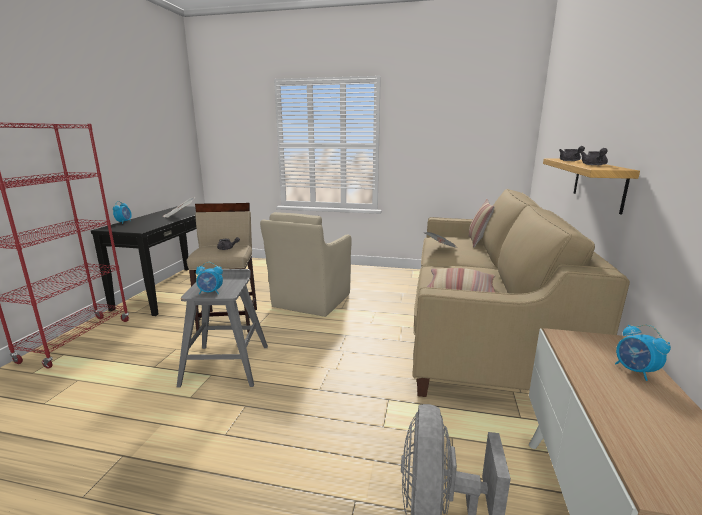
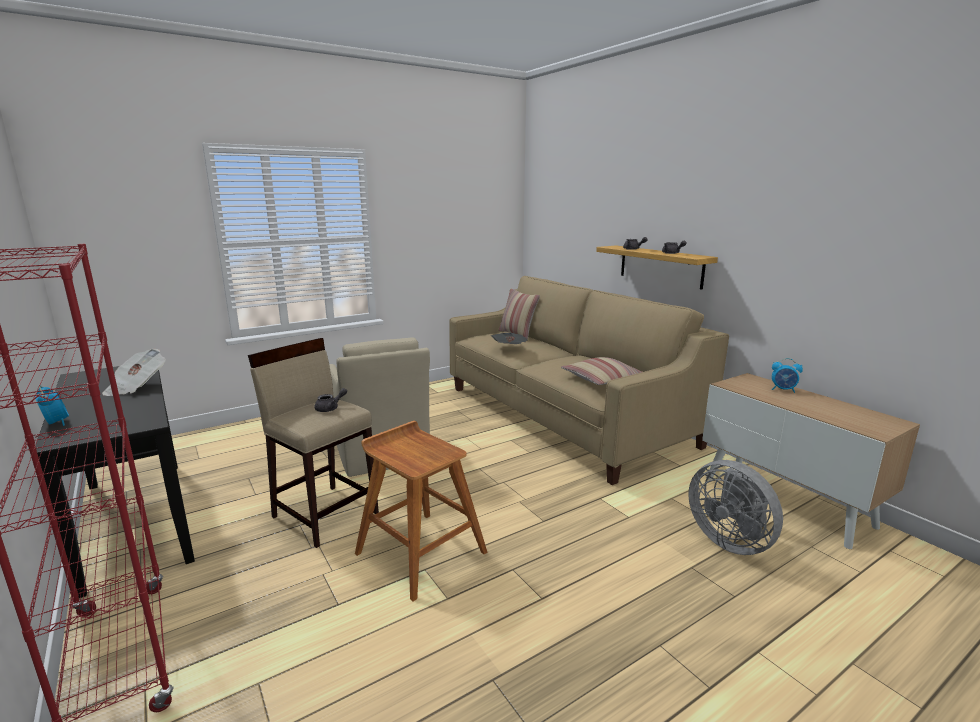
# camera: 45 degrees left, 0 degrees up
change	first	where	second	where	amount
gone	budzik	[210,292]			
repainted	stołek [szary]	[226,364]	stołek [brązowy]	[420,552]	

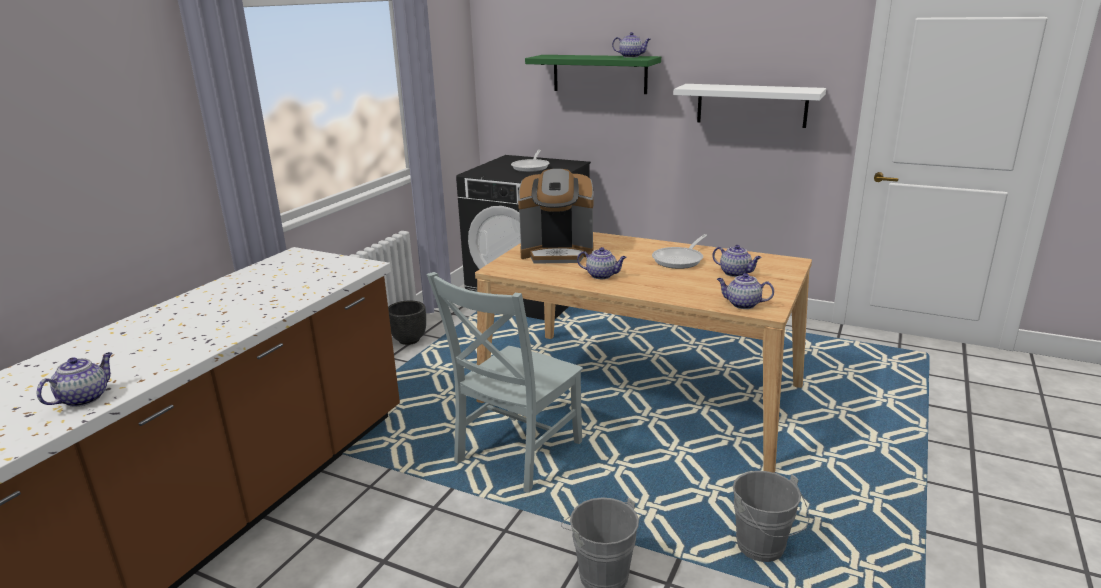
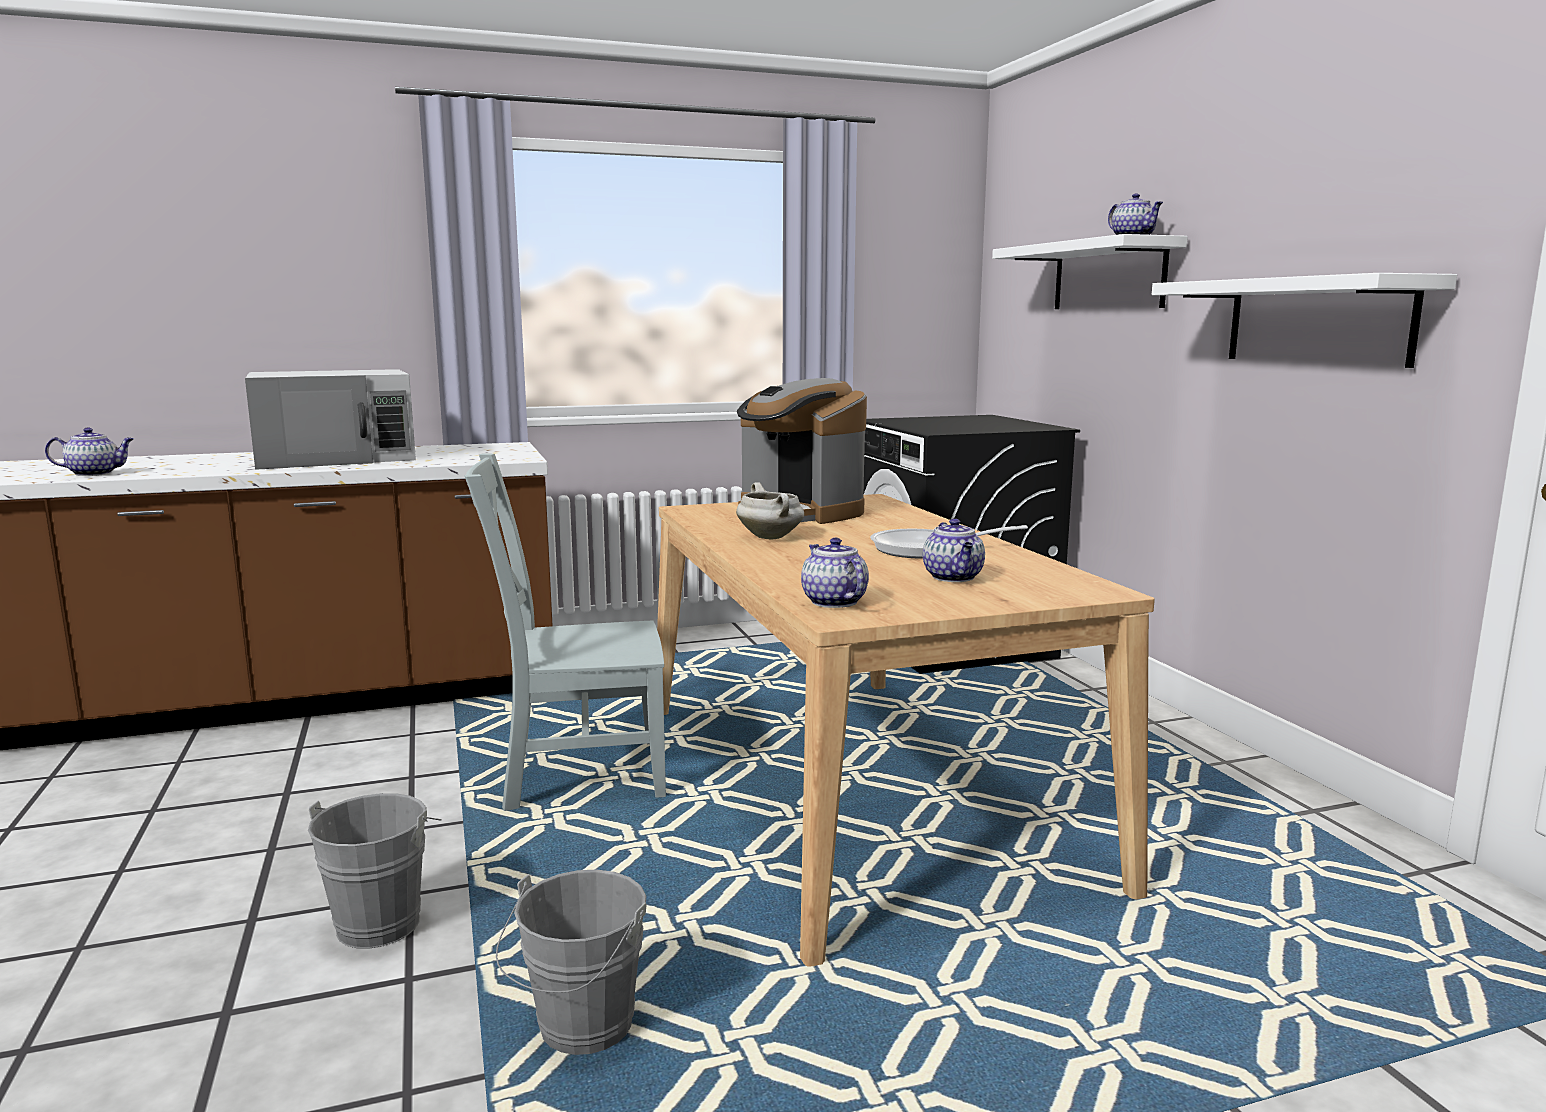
# camera: 45 degrees right, 10 degrees down
change	first	where	second	where	amount
gone	donica [czarny]	[409,340]			
gone	patelnia	[531,167]			
new			mikrofalówka [biały]	[337,457]	
swapped	imbryk	[602,275]	garnek [biały]	[771,537]	
repainted	półka [zielony]	[599,74]	półka [biały]	[1108,276]	

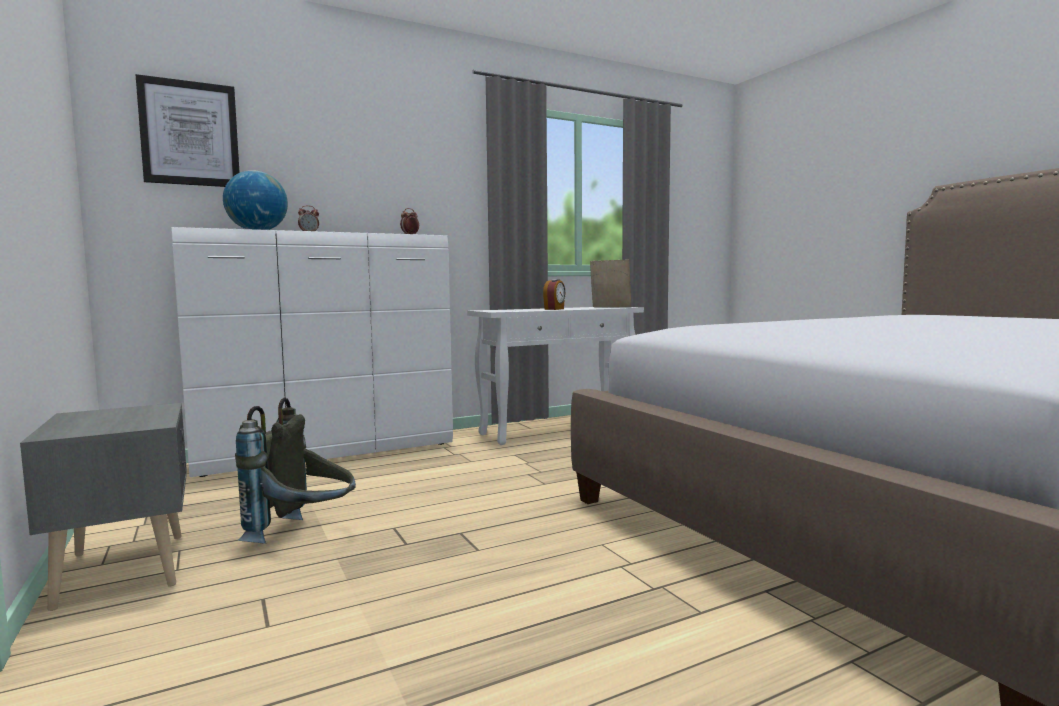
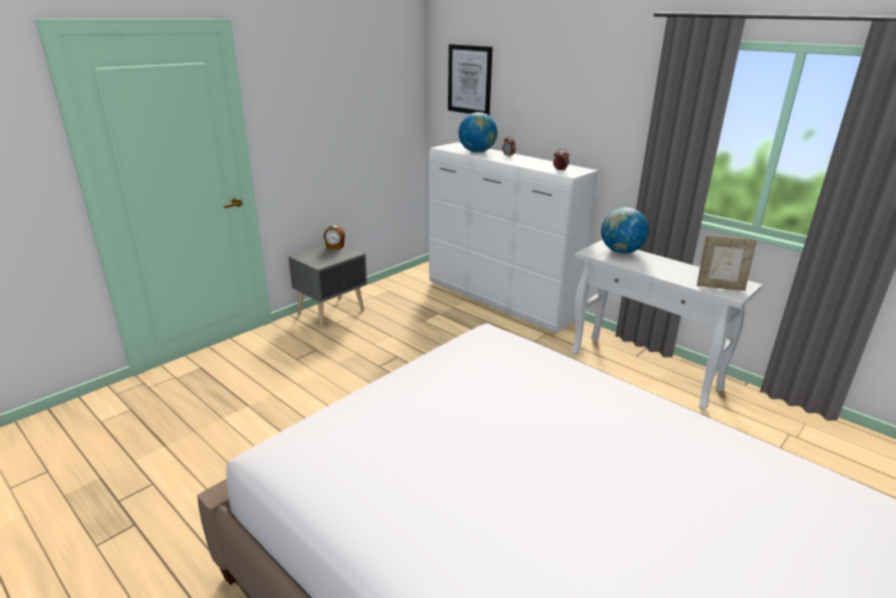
# camera: 70 degrees right, 20 degrees up
change	first	where	second	where	amount
gone	plecak [szary]	[304,535]			
new			globus	[621,251]	
shifted	budzik	[554,309]		[335,247]	
rotated	ramka na zdjęcie	[610,307]		[720,287]	90 degrees clockwise

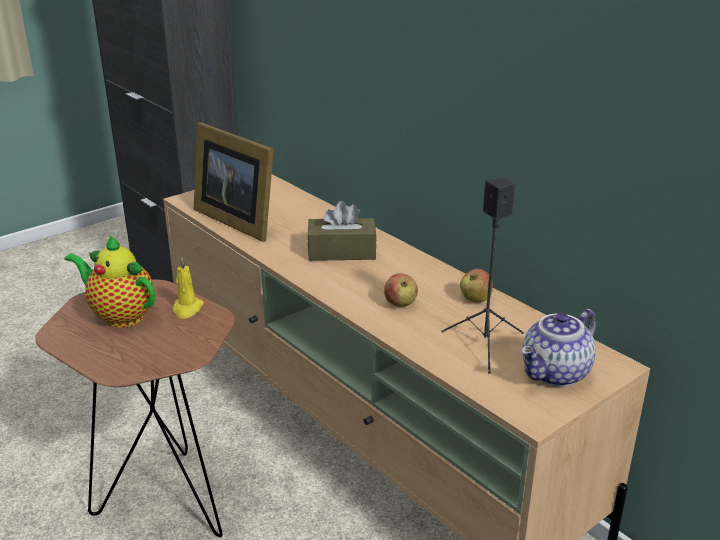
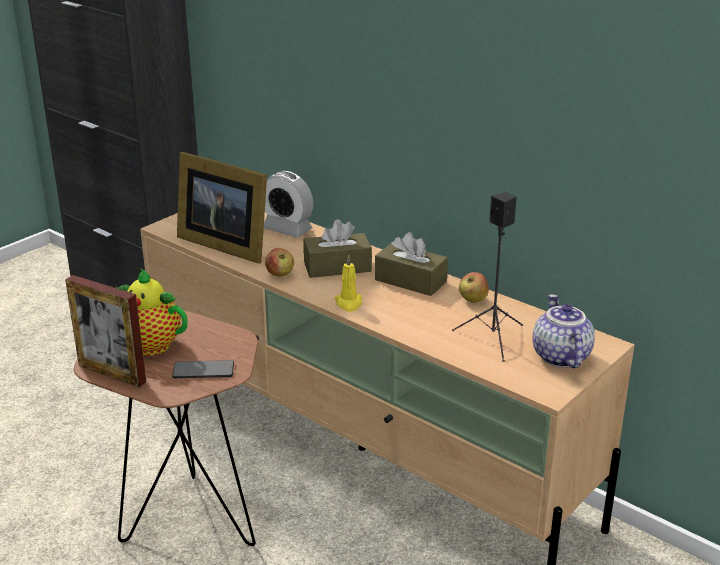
# camera: 10 degrees left, 0 degrees up
change	first	where	second	where	amount
new			ramka na zdjęcie	[112,373]	
new			telefon	[203,371]	
new			budzik	[287,229]	
new			pudełko chusteczek [brązowy]	[410,281]	
shifted	świeca [żółty]	[187,309]		[349,303]	
shifted	jabłko	[400,304]		[280,274]	
rotated	imbryk	[556,374]		[559,356]	135 degrees clockwise

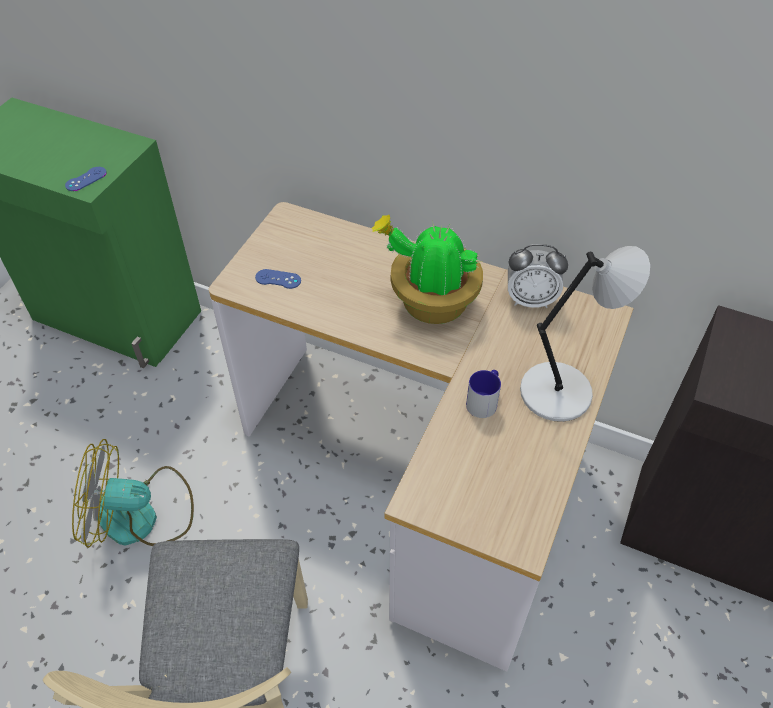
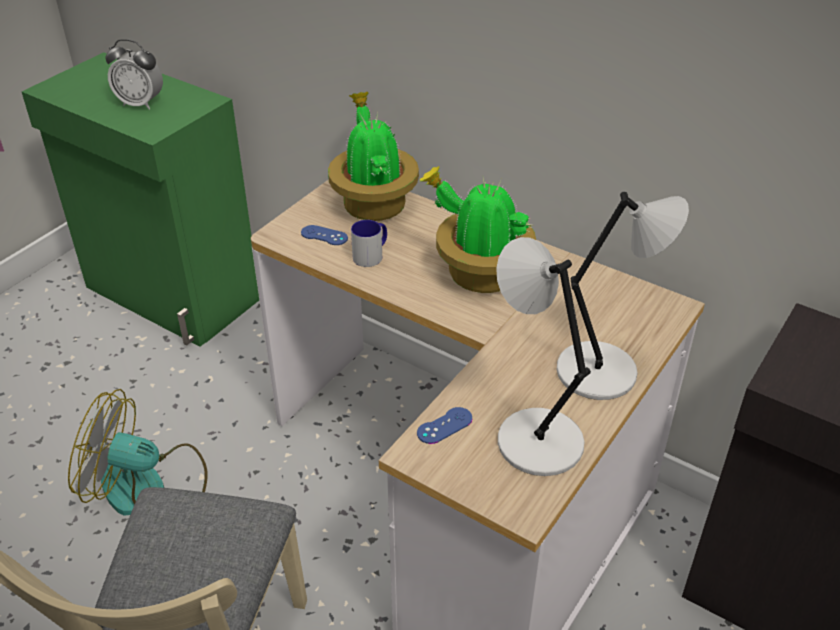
# camera: 10 degrees right, 10 degrees down
change	first	where	second	where	amount
new			roślina doniczkowa	[373,204]	
new			lampa stołowa [szary]	[535,440]	
shifted	pad do gier [niebieski]	[86,179]		[444,426]	
shifted	kubek	[484,401]		[371,255]	
shifted	budzik	[530,300]		[140,104]	

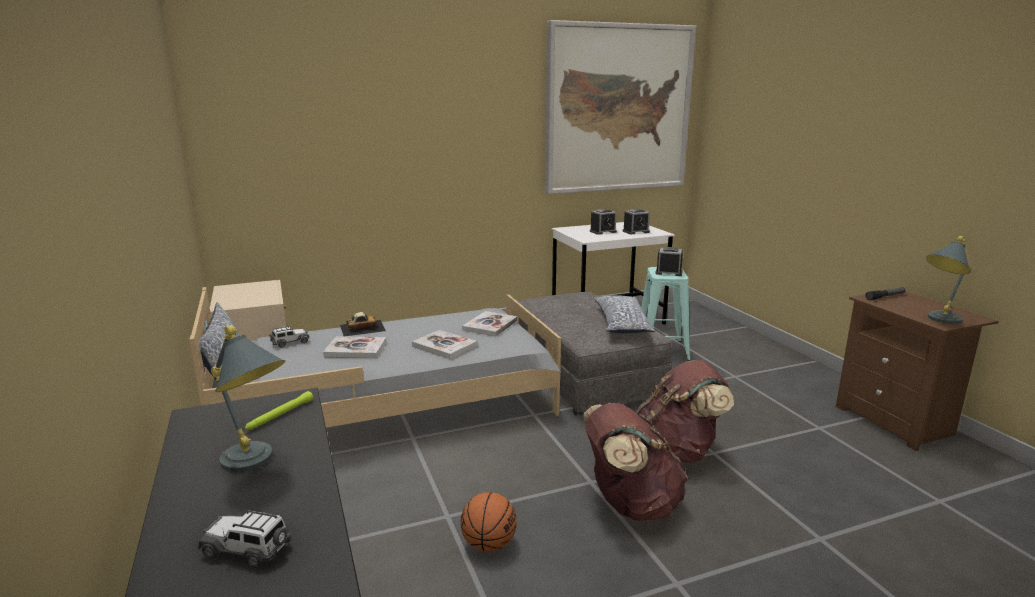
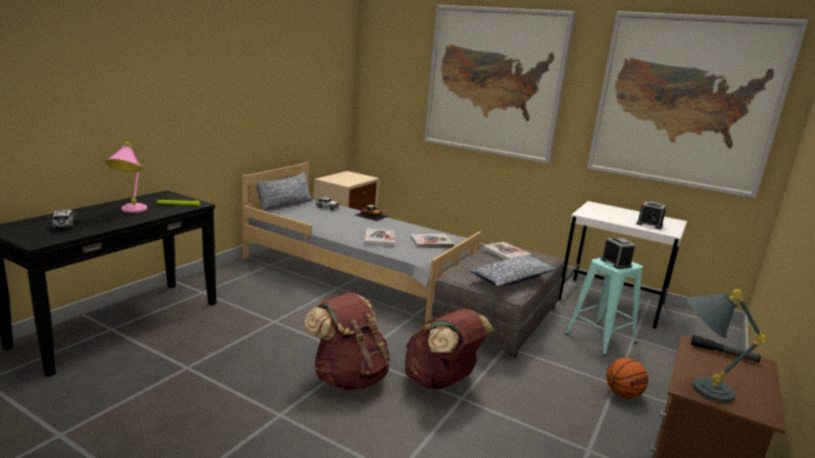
# camera: 50 degrees right, 0 degrees up
change	first	where	second	where	amount
gone	budzik	[603,232]			
new			obraz	[494,82]	
shifted	książka	[355,349]		[506,253]	
shifted	piłka do koszykówki	[488,544]		[622,394]	
repainted	lampa stołowa [szary]	[256,465]	lampa stołowa [różowy]	[129,211]	

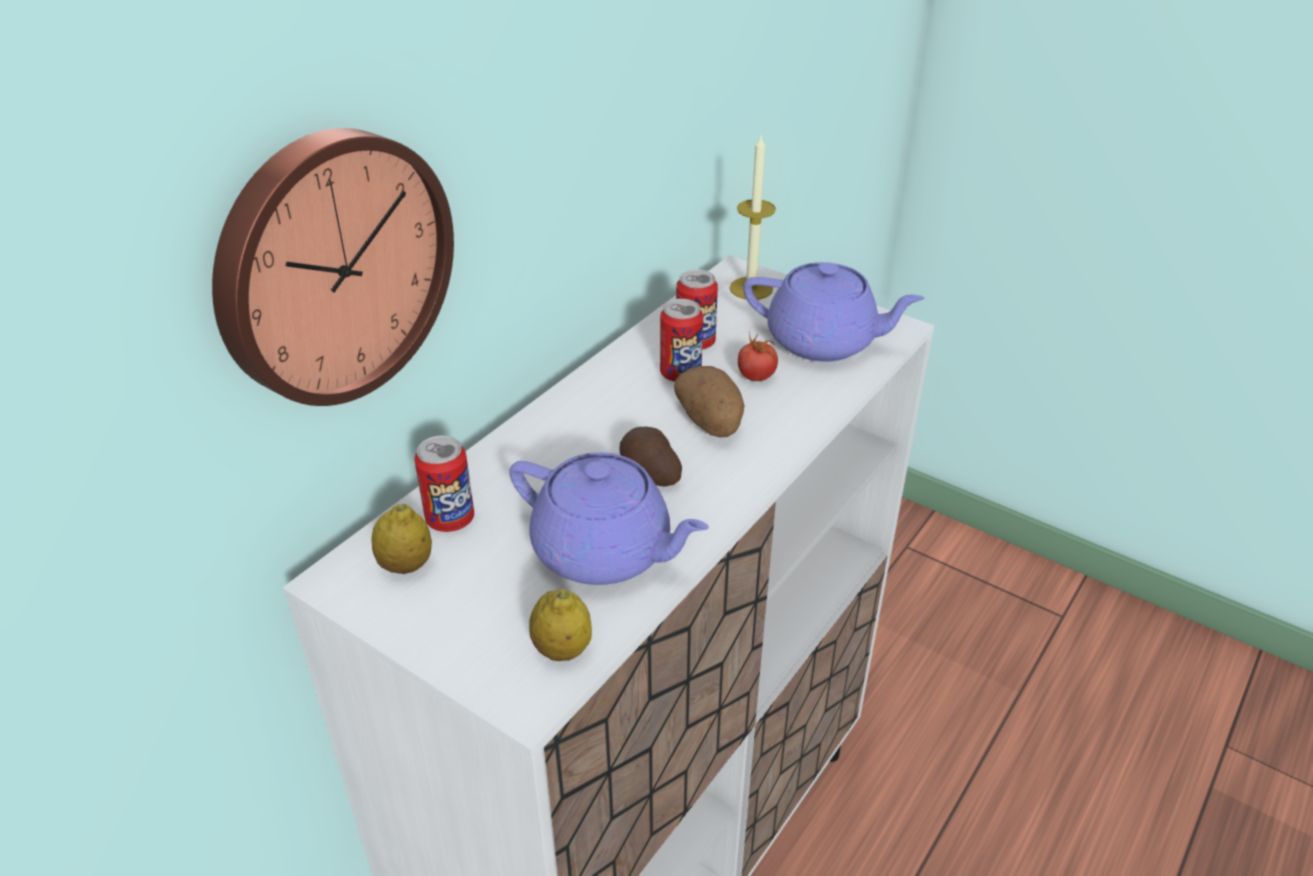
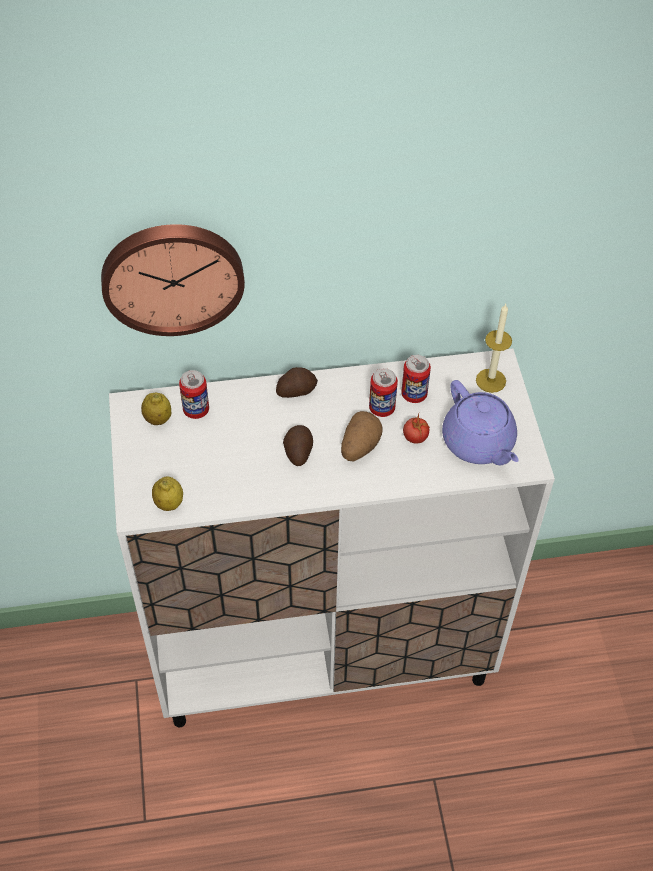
# camera: 45 degrees right, 15 degrees up
change	first	where	second	where	amount
gone	imbryk [fioletowy]	[605,551]			
new			ziemniak	[296,390]	

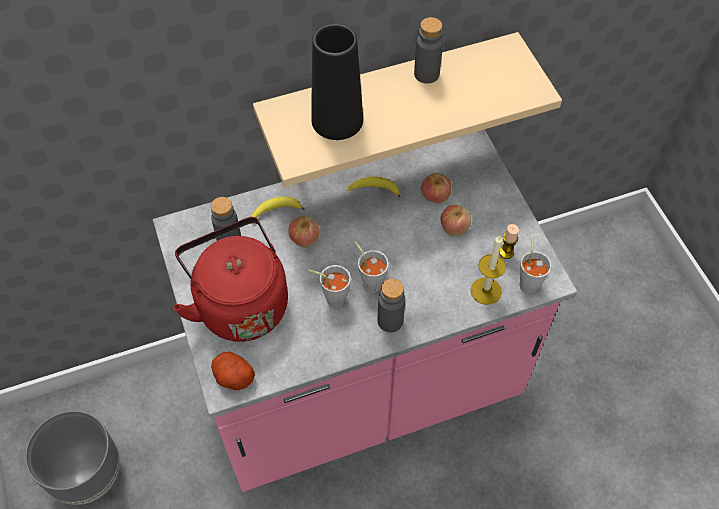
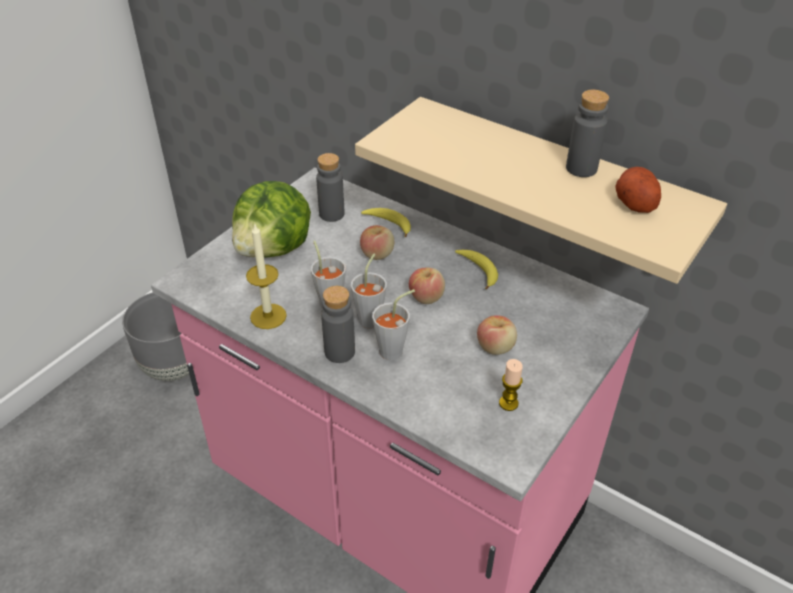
# camera: 55 degrees right, 15 degrees down
change	first	where	second	where	amount
gone	wazon [czarny]	[337,120]			
shifted	ziemniak	[233,376]		[634,202]	
shifted	jabłko	[435,196]		[426,297]	
shifted	świeca	[486,291]		[268,316]	
shifted	filiżanka [szary]	[528,281]		[396,349]	
swapped	czajnik [czerwony]	[239,303]	sałata	[275,249]	

